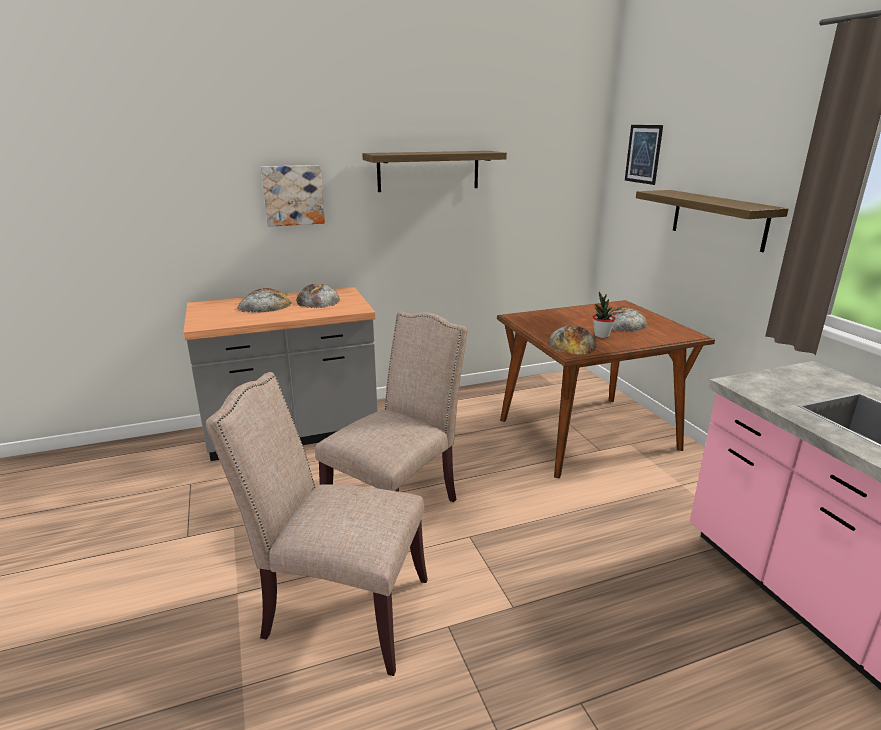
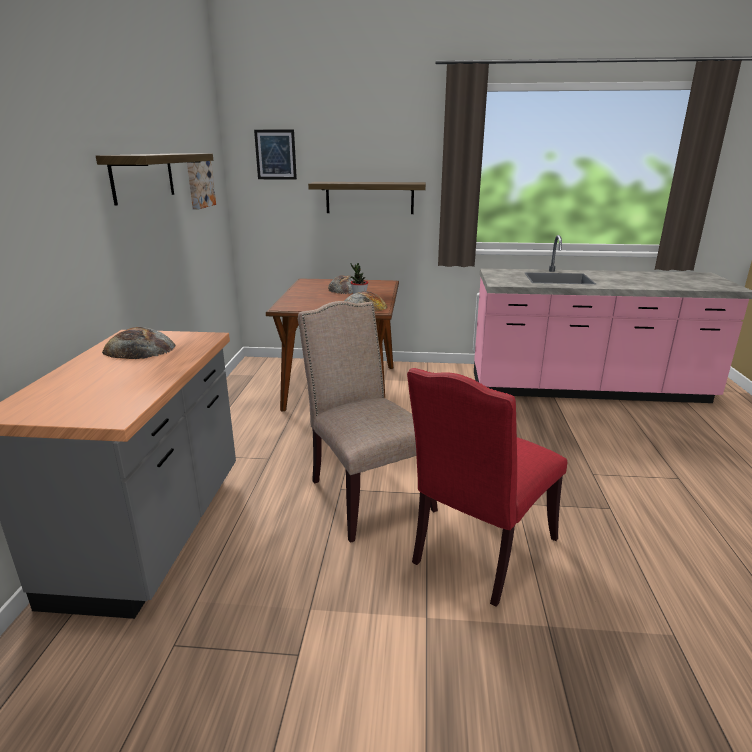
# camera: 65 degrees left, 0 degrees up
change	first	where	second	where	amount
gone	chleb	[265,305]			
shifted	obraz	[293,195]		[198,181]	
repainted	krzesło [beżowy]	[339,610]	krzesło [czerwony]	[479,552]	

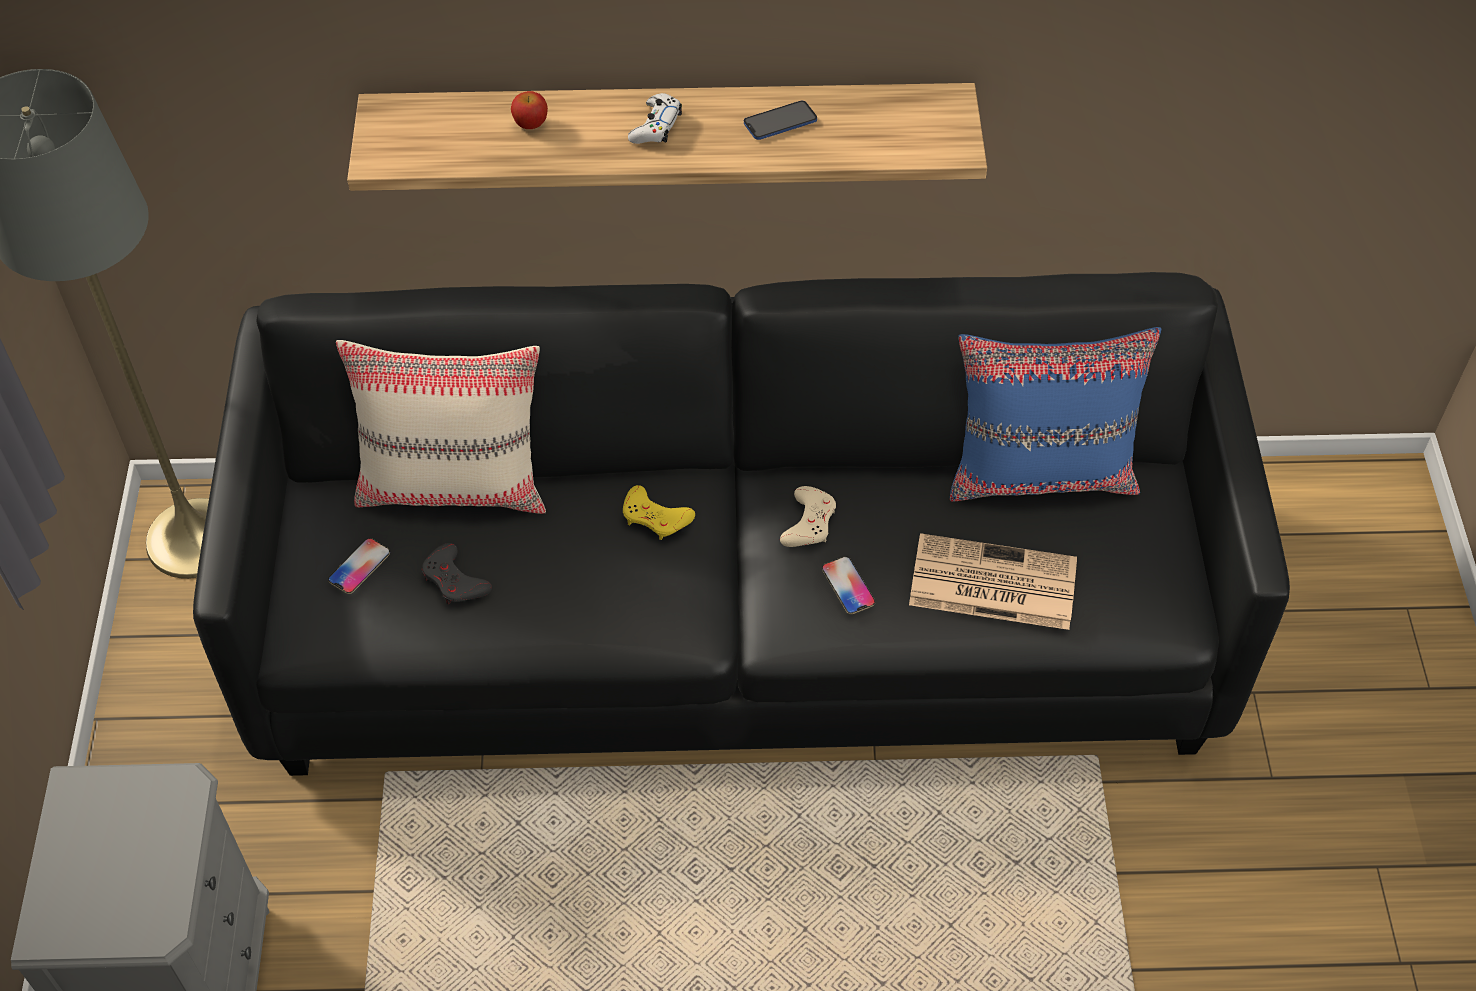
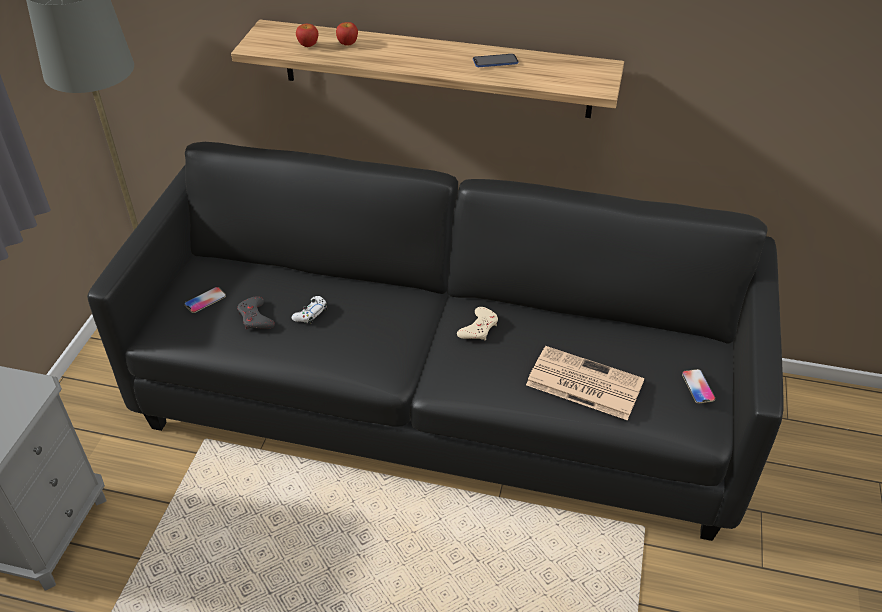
# camera: 15 degrees right, 10 degrees down
change	first	where	second	where	amount
gone	poduszka [beżowy]	[455,485]			
gone	pad do gier [żółty]	[655,517]			
gone	poduszka [niebieski]	[1041,472]			
new			jabłko	[308,45]	
shifted	pad do gier [biały]	[656,126]		[310,313]	
shifted	telefon	[848,586]		[698,386]	

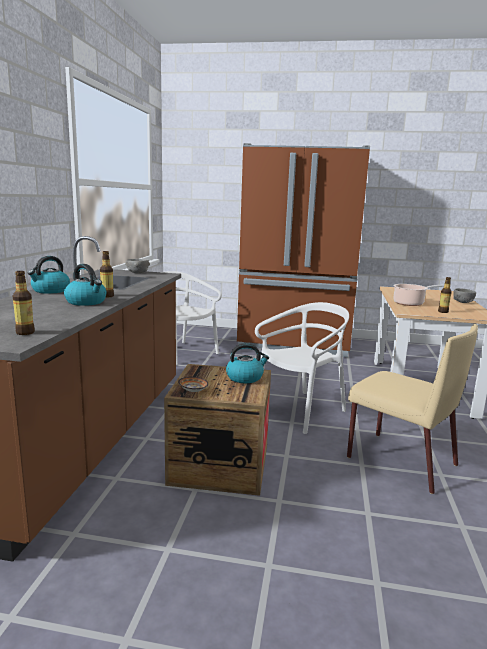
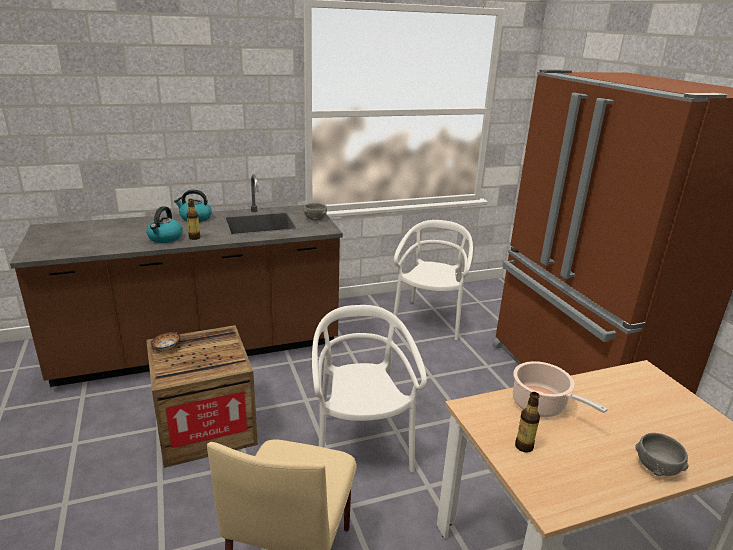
# camera: 60 degrees right, 10 degrees up
change	first	where	second	where	amount
gone	butelka	[25,332]			
gone	czajnik	[245,377]			
rotated	krzesło [biały]	[300,411]		[360,445]	120 degrees counterclockwise

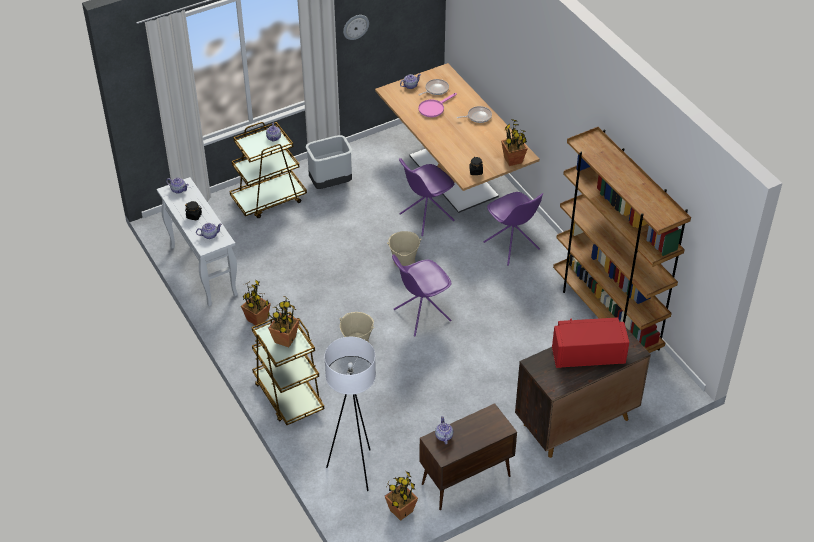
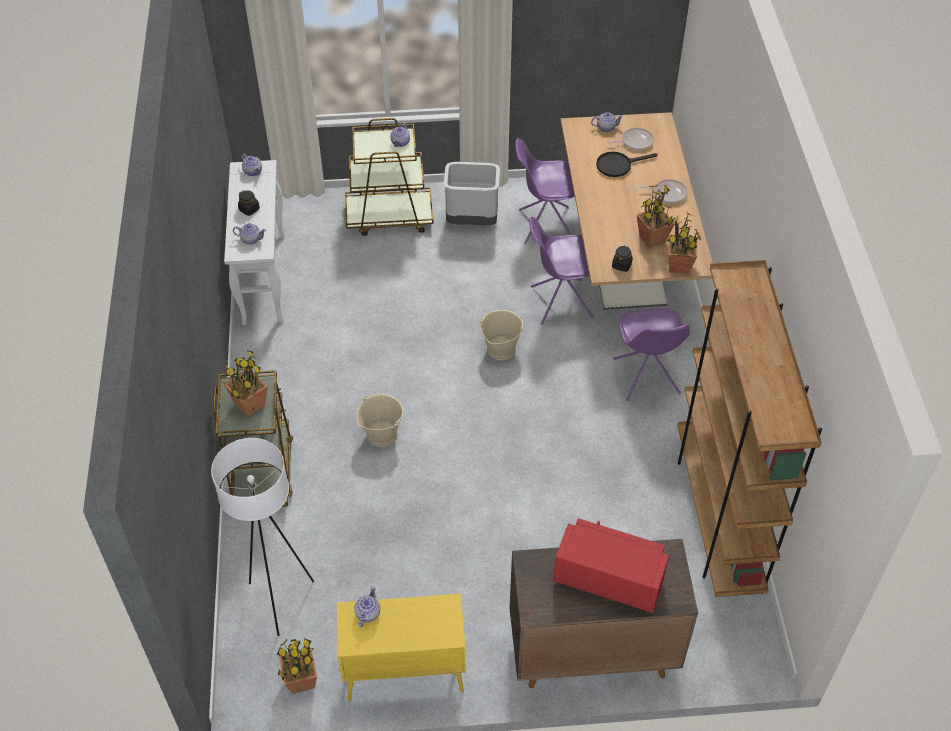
# camera: 25 degrees right, 5 degrees up
change	first	where	second	where	amount
gone	zegar ścienny	[355,26]			
shifted	roślina doniczkowa	[257,319]		[652,239]	
shifted	krzesło [fioletowy]	[421,315]		[545,225]	
repainted	patelnia [różowy]	[434,108]	patelnia [czarny]	[618,165]	
repainted	szafka [brązowy]	[465,480]	szafka [żółty]	[403,673]	

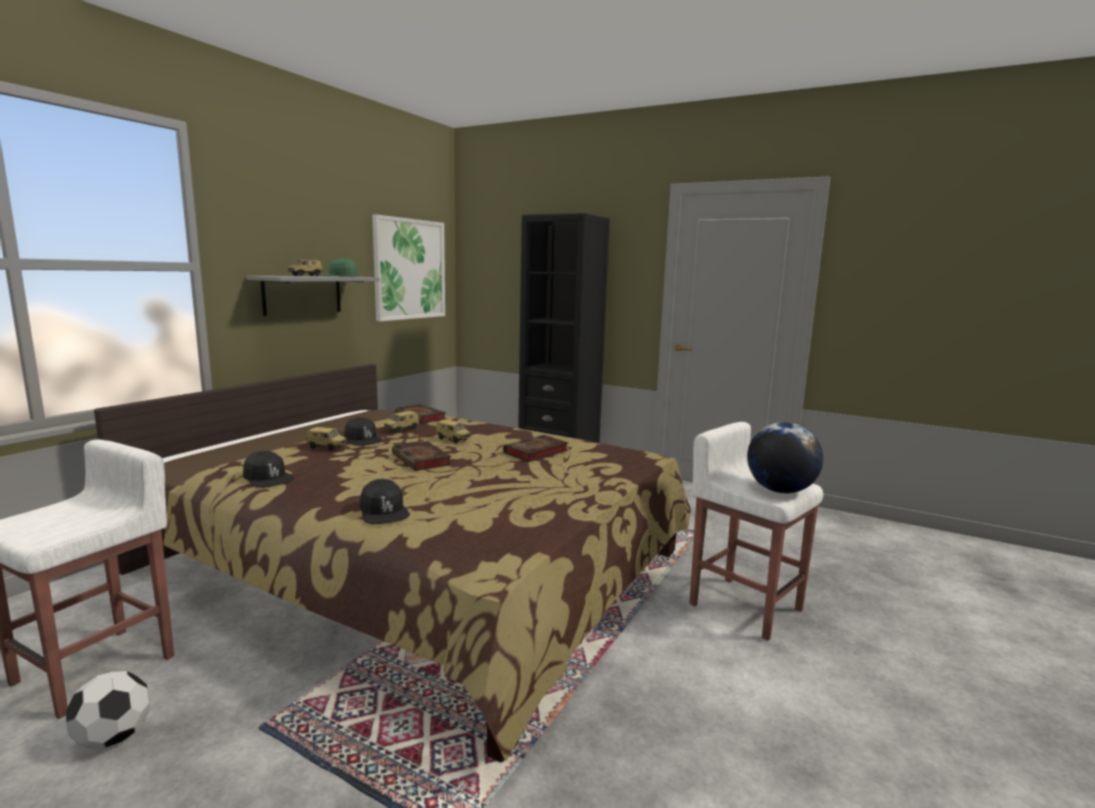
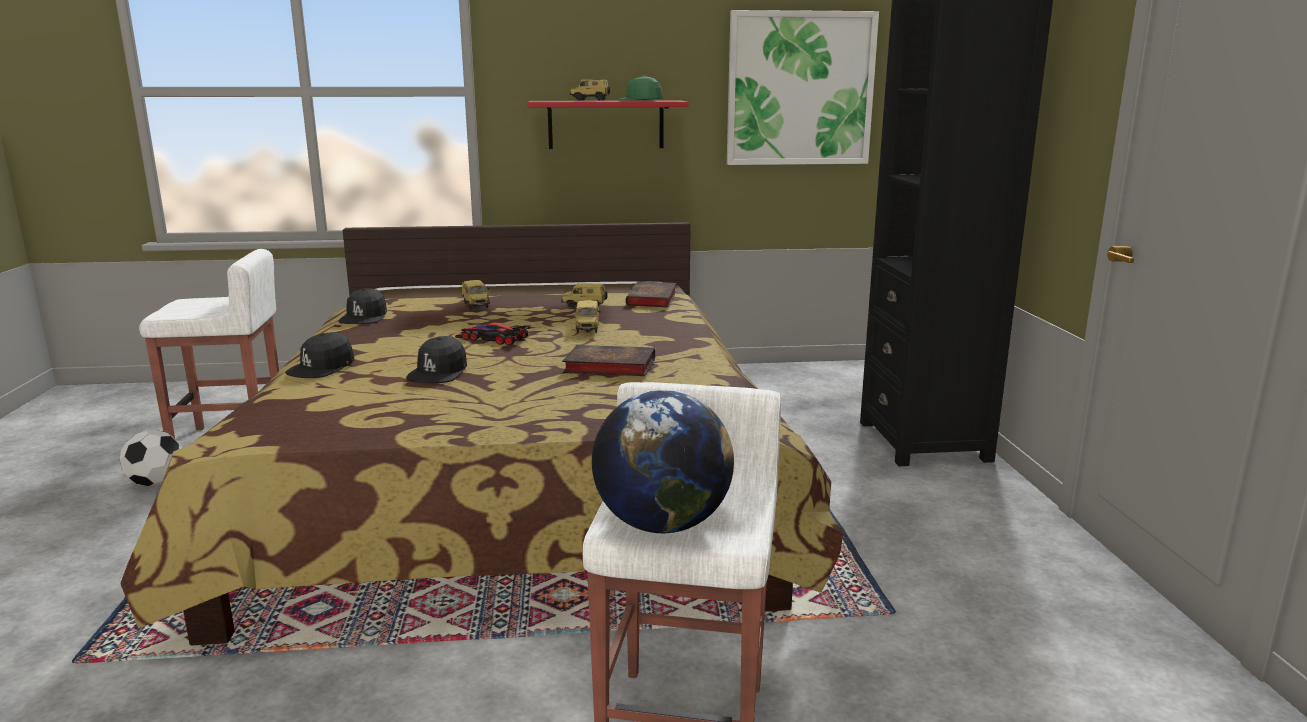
# camera: 55 degrees right, 5 degrees up
change	first	where	second	where	amount
shifted	czapka z daszkiem [czarny]	[363,439]		[439,372]	
swapped	książka	[422,460]	samochodzik	[492,338]	
repainted	półka [szary]	[302,294]	półka [czerwony]	[606,124]	

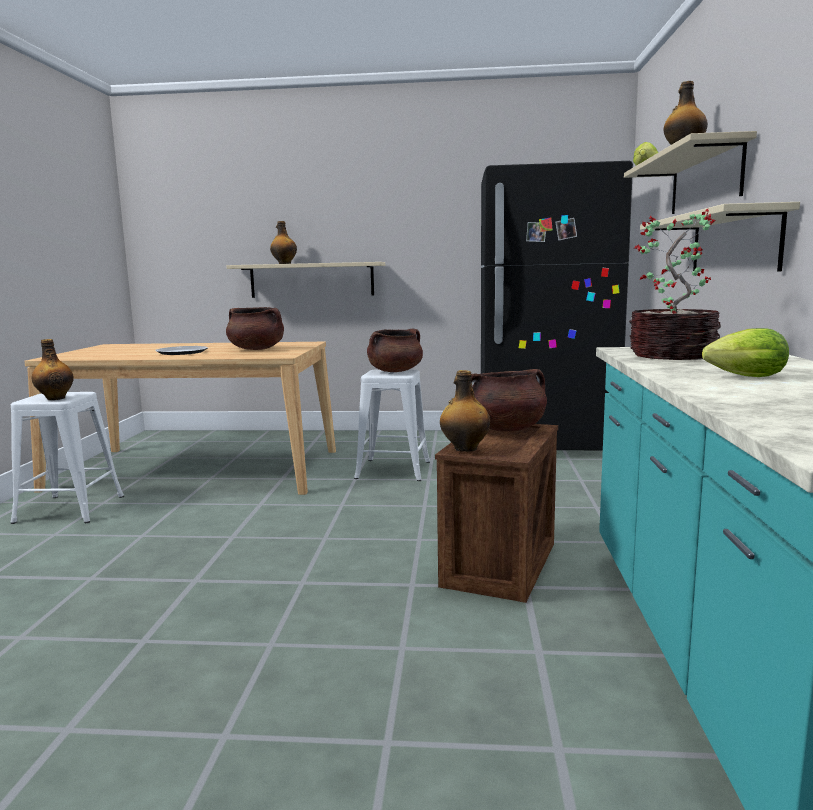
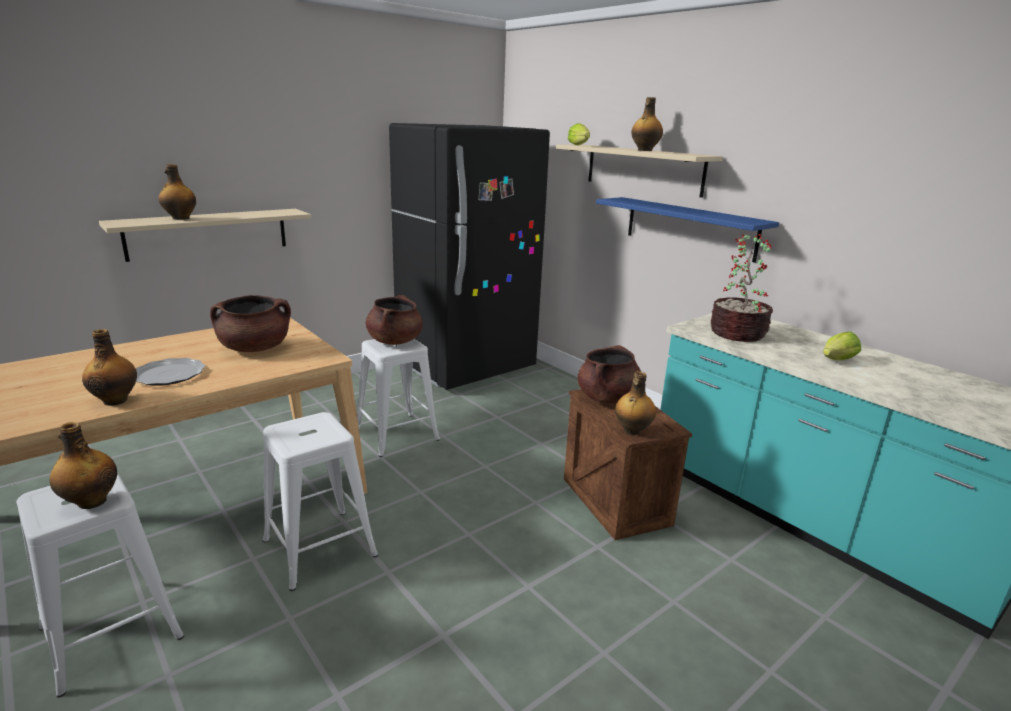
# camera: 45 degrees left, 10 degrees up
change	first	where	second	where	amount
new			butelka	[116,400]	
new			stołek [biały]	[319,547]	
repainted	półka [beżowy]	[733,243]	półka [niebieski]	[689,228]	

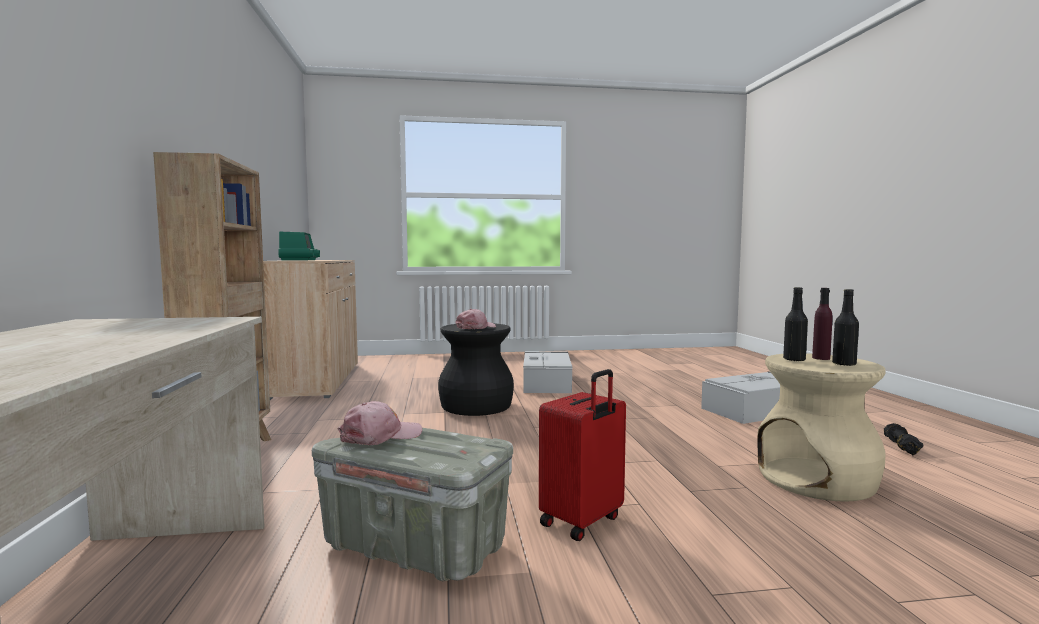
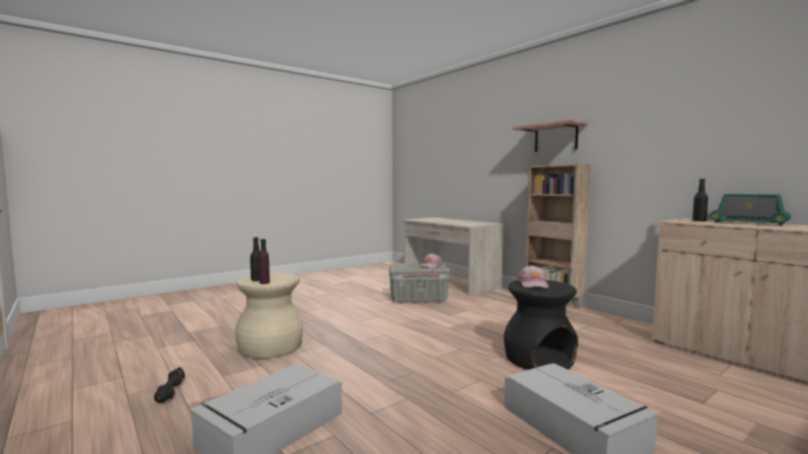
# camera: 150 degrees right, 0 degrees up
change	first	where	second	where	amount
gone	walizka [czerwony]	[583,521]			
new			półka	[555,138]	
shifted	butelka [czarny]	[794,360]		[699,221]	

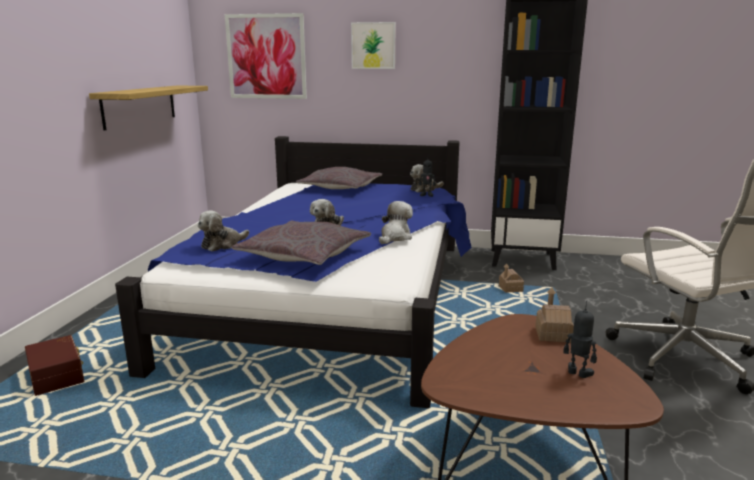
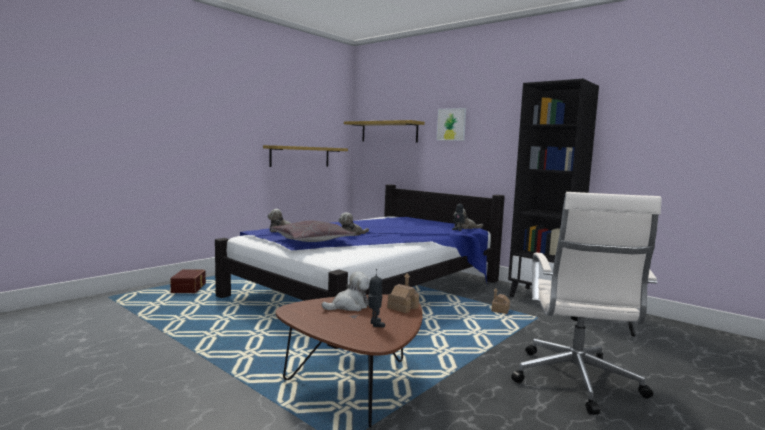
# camera: 30 degrees right, 10 degrees down
change	first	where	second	where	amount
gone	poduszka [szary]	[340,188]			
shifted	pluszak	[395,237]		[349,306]	
swapped	obraz	[266,56]	półka	[389,132]	

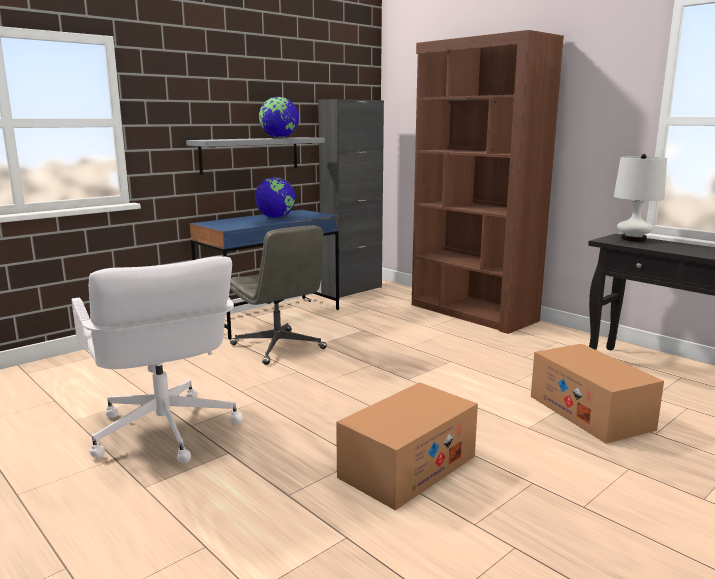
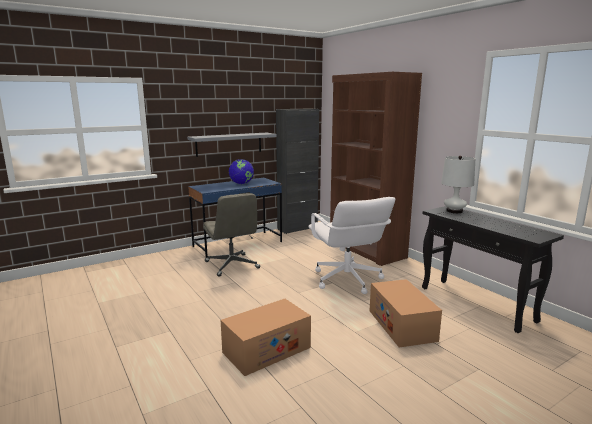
# camera: 10 degrees right, 0 degrees up
change	first	where	second	where	amount
gone	globus	[279,138]			
shifted	krzesło biurowe [biały]	[164,431]		[347,280]	

